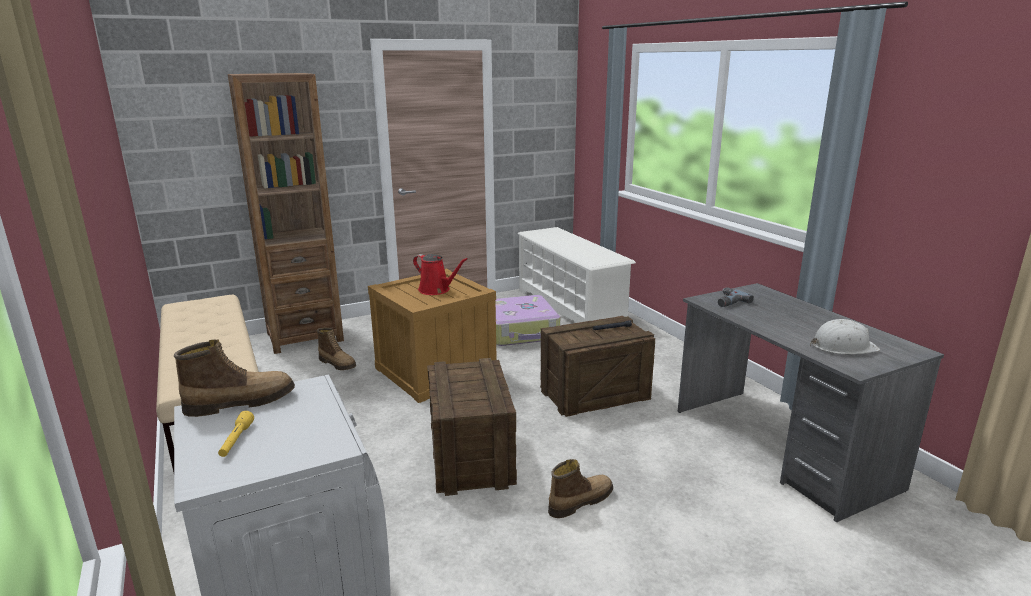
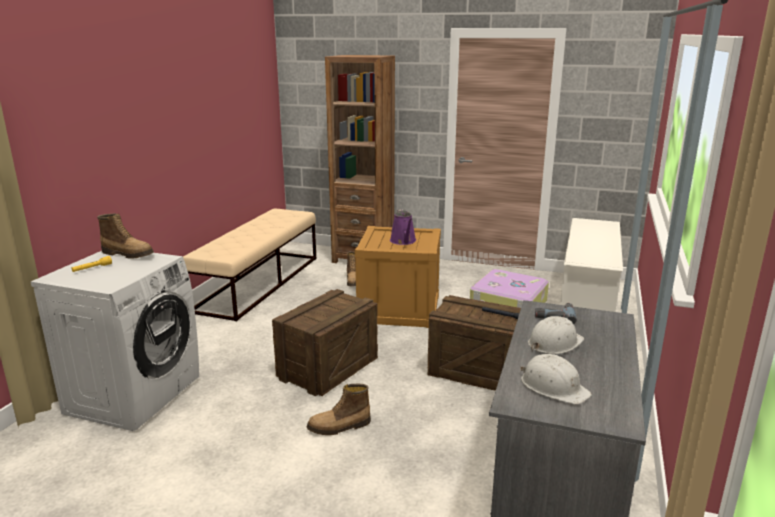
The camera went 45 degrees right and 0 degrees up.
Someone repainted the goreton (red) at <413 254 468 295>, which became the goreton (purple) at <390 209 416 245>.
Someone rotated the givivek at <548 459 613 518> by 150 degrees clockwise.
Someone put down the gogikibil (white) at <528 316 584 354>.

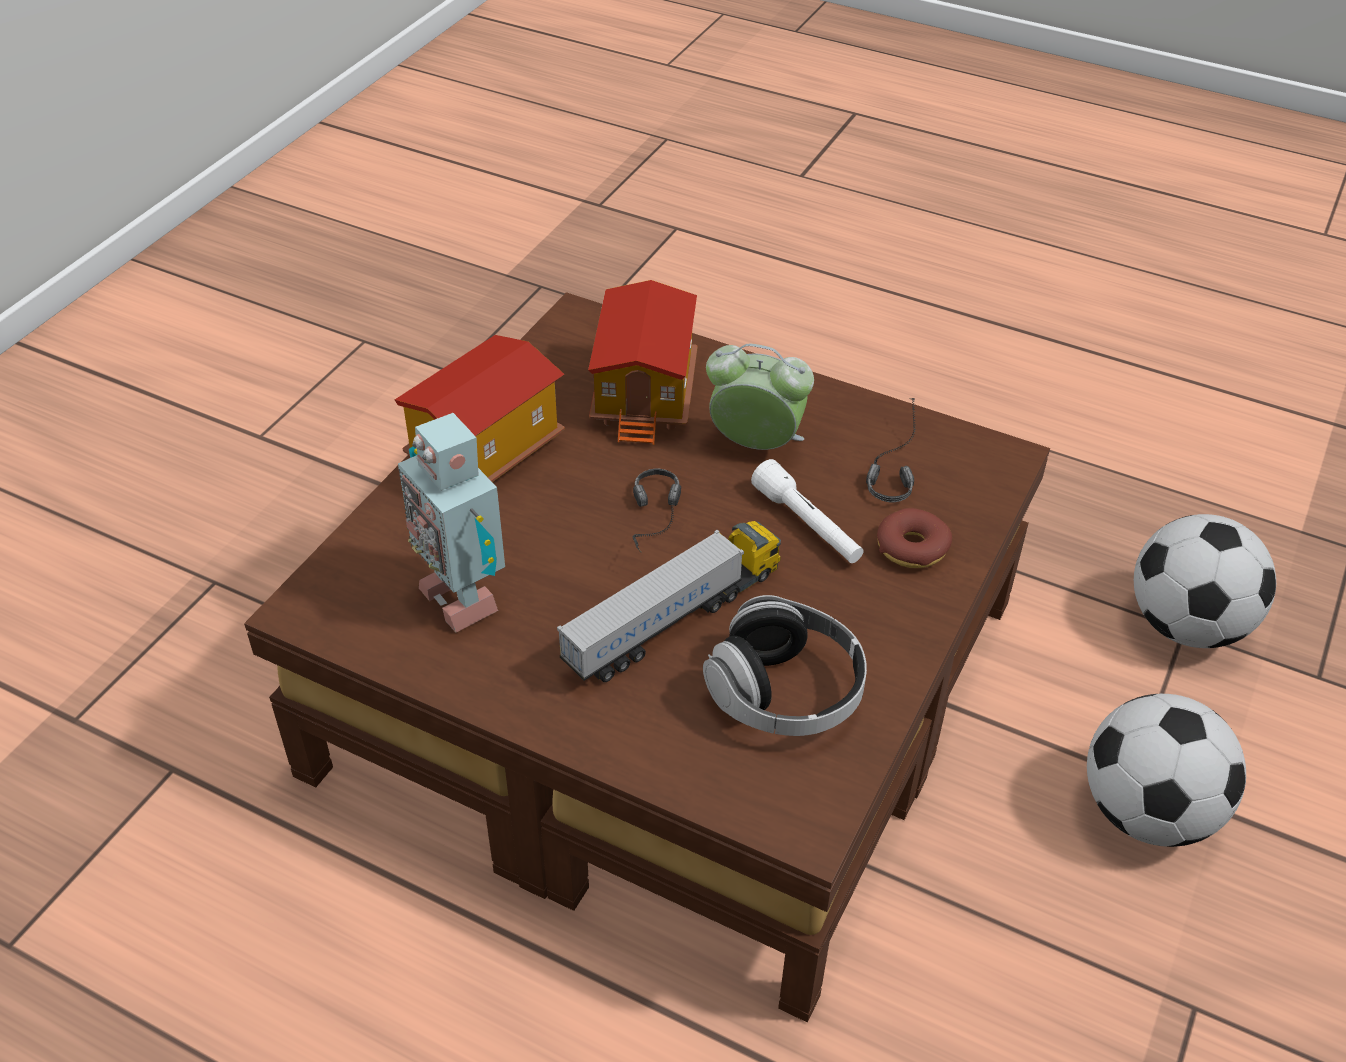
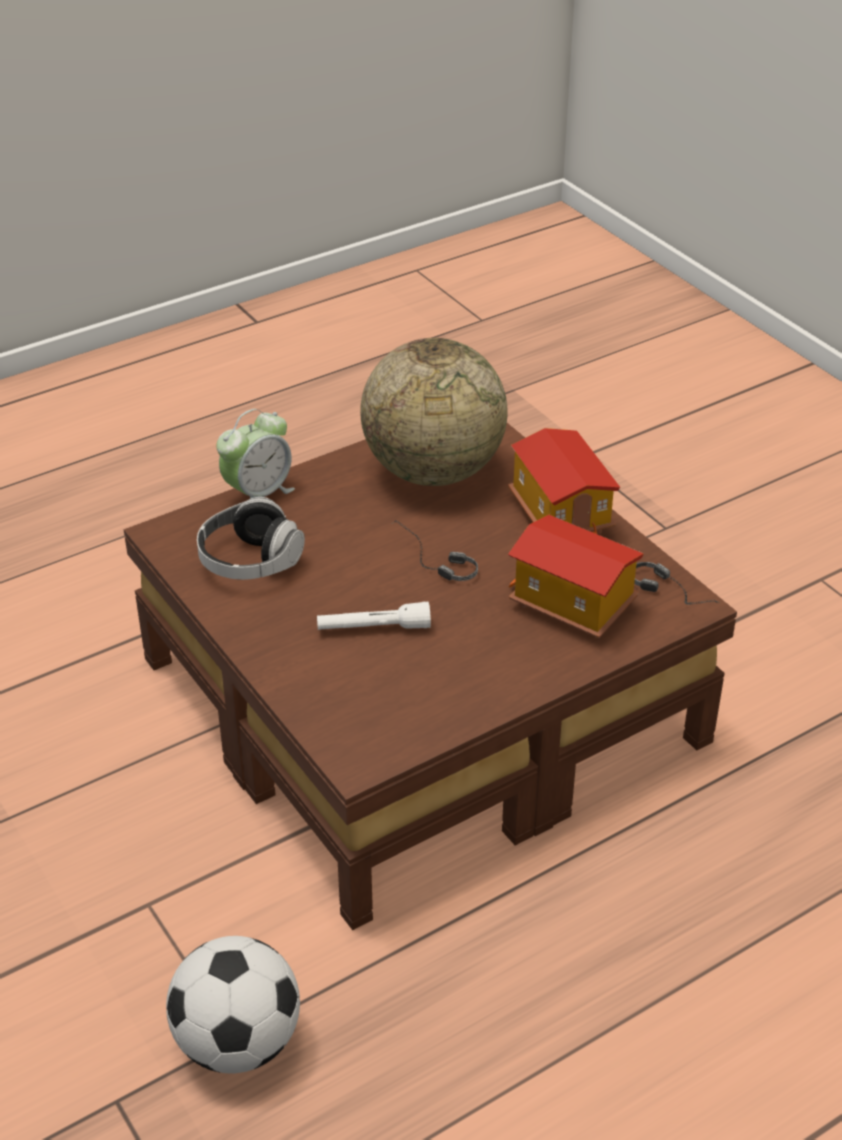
The camera went 120 degrees right and 5 degrees down.
Someone carried the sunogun from <706 344 814 450> to <216 409 295 499>.
Someone carried the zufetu from <866 398 916 502> to <634 562 719 605>.
Someone swapped the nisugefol at <398 413 505 633> for the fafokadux at <360 338 508 486>.
Someone took away the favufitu at <877 508 952 568>.
Someone took away the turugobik at <557 521 781 682>.
Someone took away the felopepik at <1087 694 1246 847>.

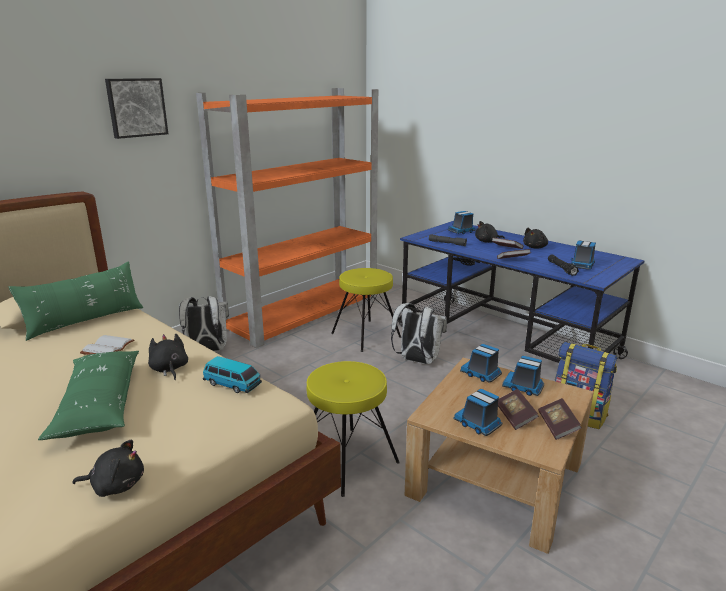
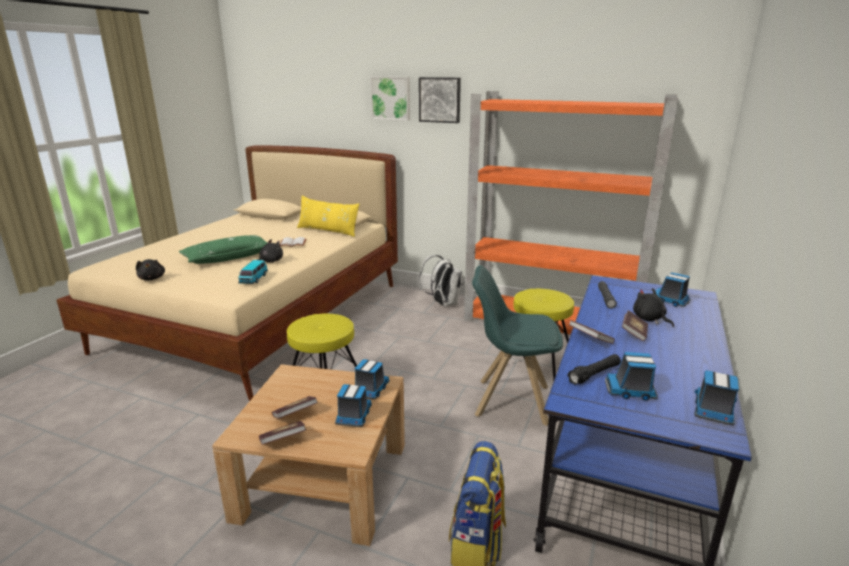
The camera went 70 degrees right and 0 degrees up.
Someone took away the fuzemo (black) at <523 228 548 249>.
Someone repainted the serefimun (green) at <9 261 143 341>, which became the serefimun (yellow) at <297 195 359 237>.
Someone swapped the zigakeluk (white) at <391 303 447 364> for the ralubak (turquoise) at <472 265 563 426>.
Someone carried the turugobik from <454 389 502 436> to <694 370 739 425>.
Someone put up the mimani at <370 76 410 121>.

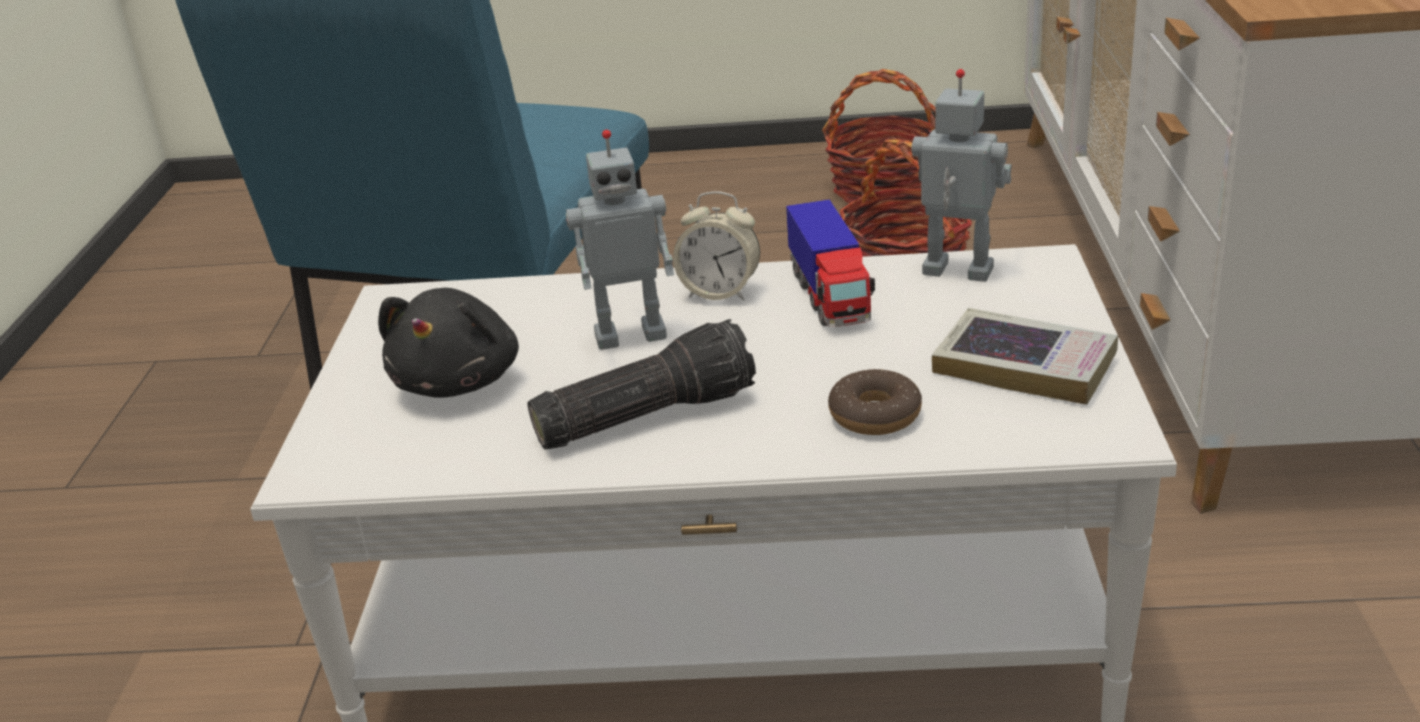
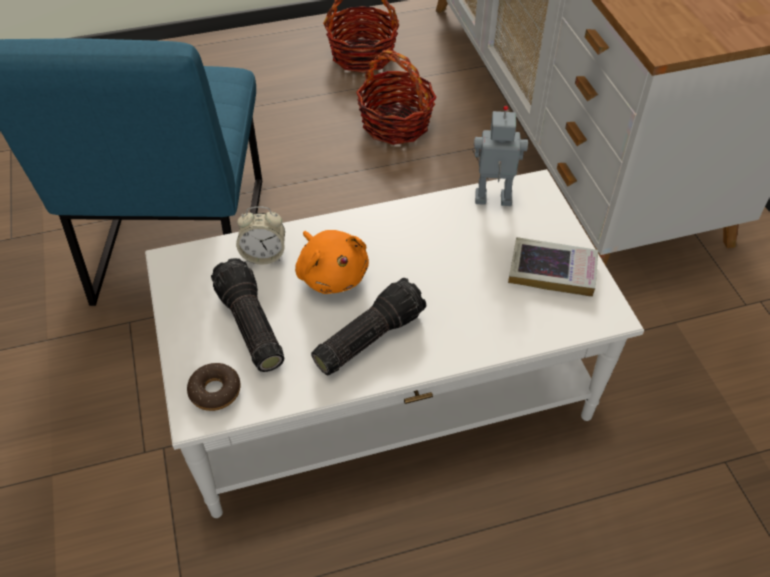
The camera went 20 degrees left and 20 degrees up.
Someone swapped the nisugefol at <566 129 674 350> for the fuzemo (orange) at <295 230 369 294>.
Someone carried the sunogun from <673 191 760 301> to <236 206 285 265>.
Someone took away the turugobik at <786 199 875 327>.
Someone swapped the fuzemo (black) at <378 288 519 398> for the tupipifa at <211 258 284 372>.
Someone carried the favufitu from <828 369 922 435> to <187 363 240 411>.

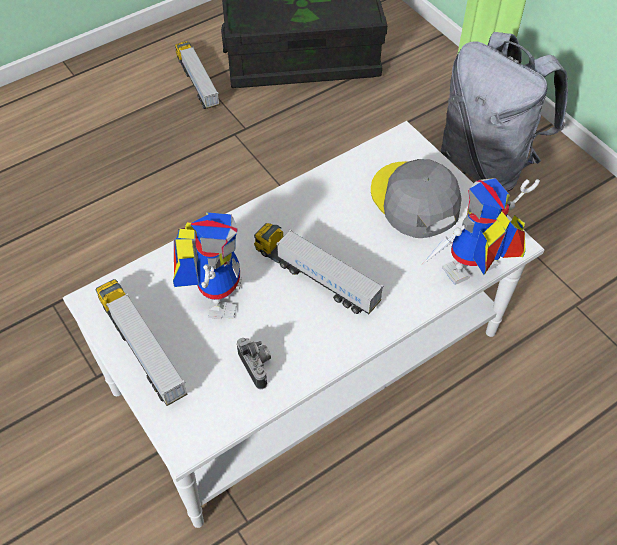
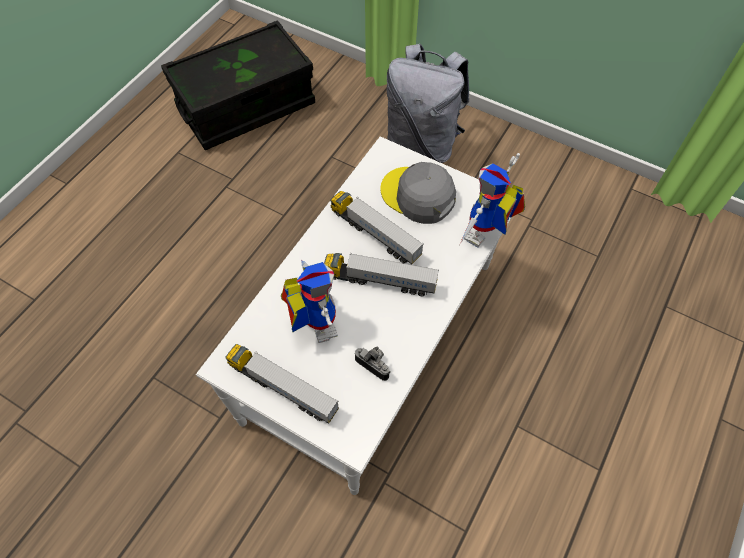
The camera went 25 degrees left and 5 degrees up.
Someone carried the turugobik from <175 41 220 109> to <330 191 424 264>.

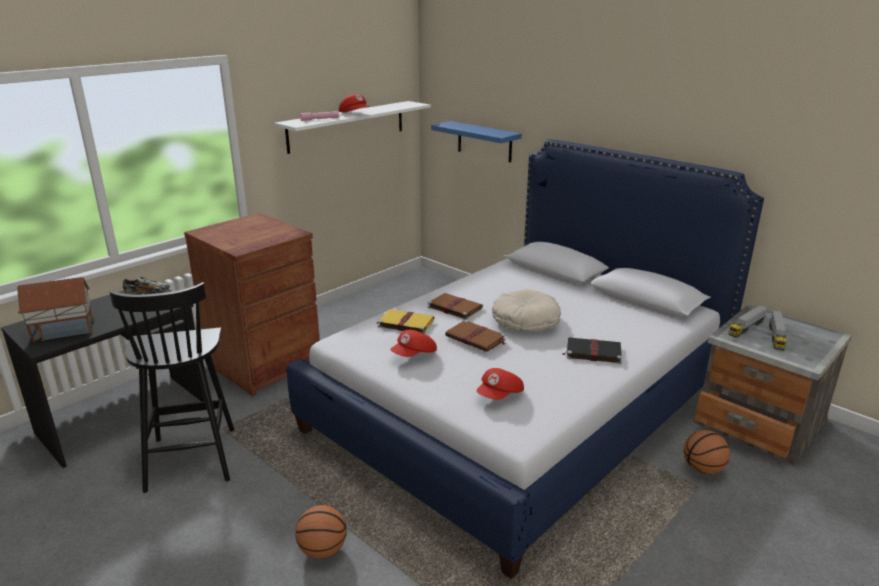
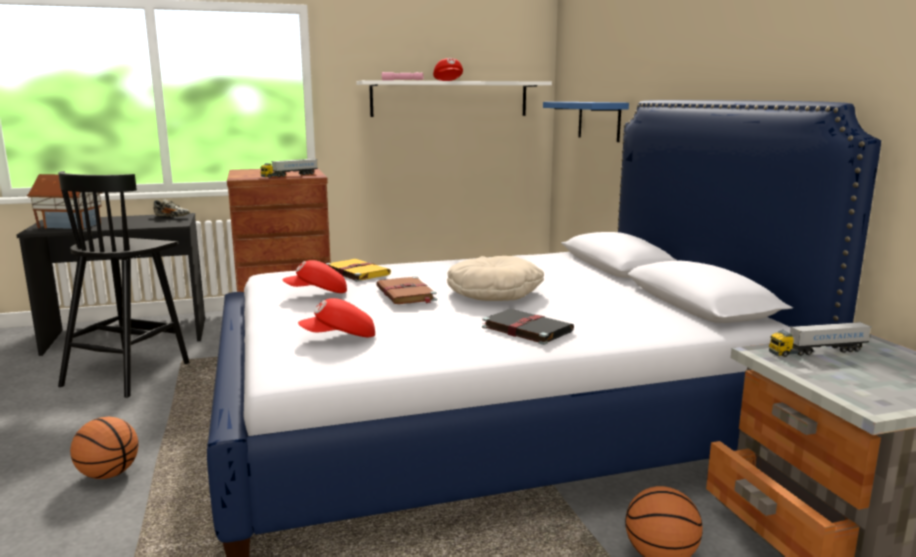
The camera went 30 degrees right and 10 degrees down.
Someone took away the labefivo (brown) at <428 293 483 320>.
Someone carried the turugobik from <769 310 787 351> to <260 159 318 178>.

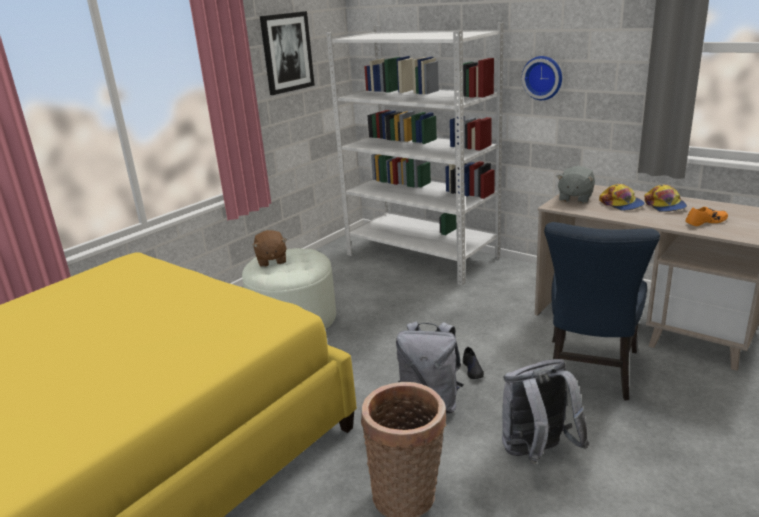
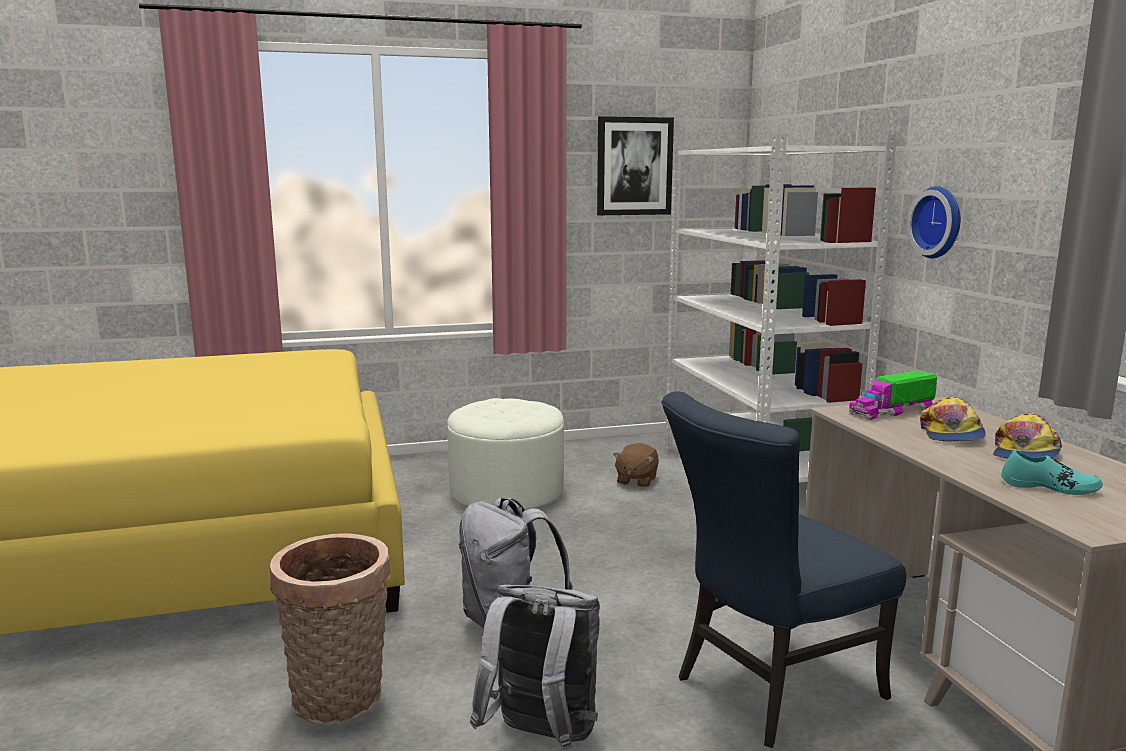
The camera went 35 degrees right and 10 degrees down.
Someone swapped the fuzemo (grey) at <556 166 595 203> for the turugobik at <849 370 937 420>.
Someone repainted the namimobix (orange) at <685 207 728 226>, which became the namimobix (turquoise) at <1001 450 1103 495>.
Someone carried the fuzemo (brown) from <252 230 287 267> to <613 443 659 488>.
Someone took away the namimobix (black) at <463 347 484 379>.

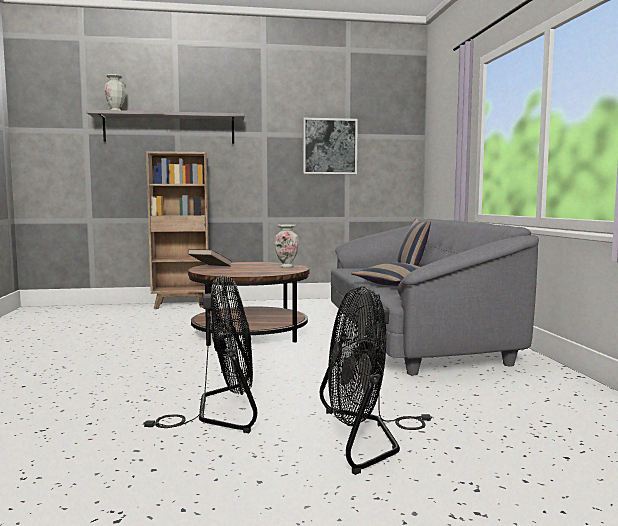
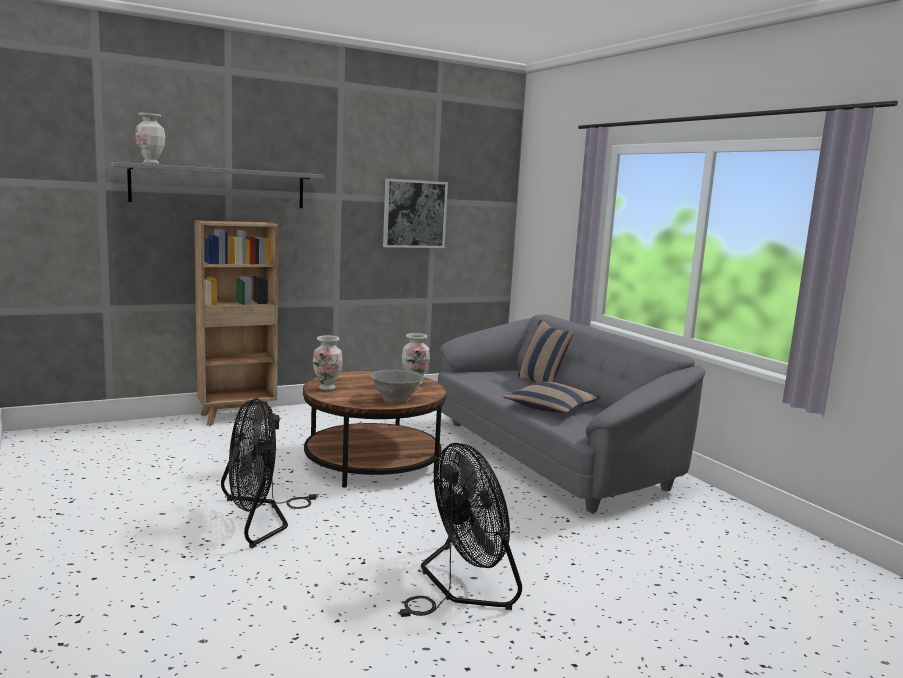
The camera went 20 degrees left and 5 degrees up.
Someone swapped the labefivo (brown) at <188 249 232 266> for the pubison at <313 336 343 390>.
Someone carried the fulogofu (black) from <320 286 433 475> to <221 398 318 549>.
Someone put down the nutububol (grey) at <370 370 424 403>.

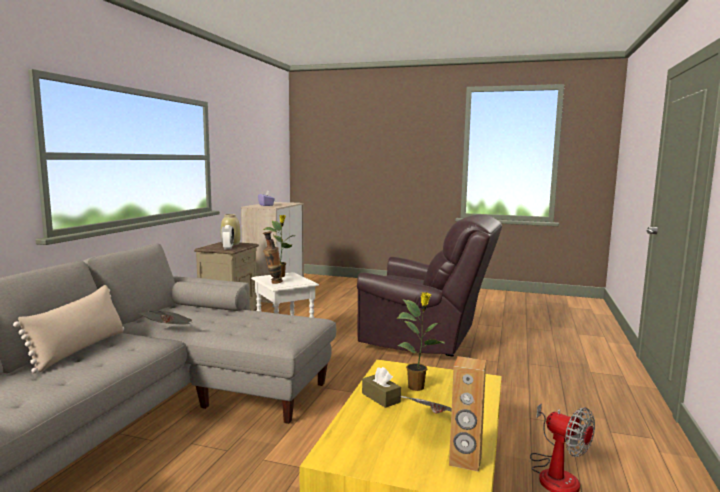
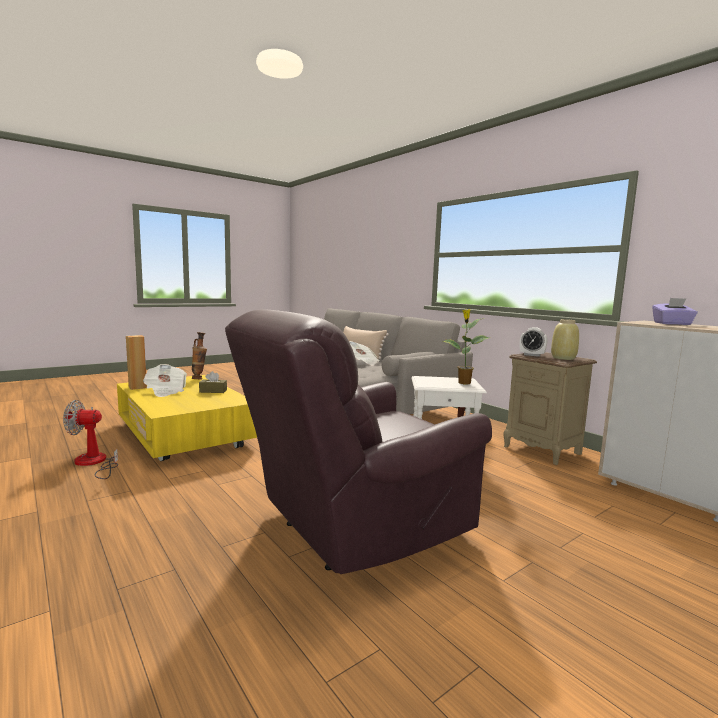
The camera went 125 degrees right and 0 degrees up.
Someone carried the pubison from <262 231 283 284> to <192 332 207 379>.
Someone took away the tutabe at <396 292 445 391>.

